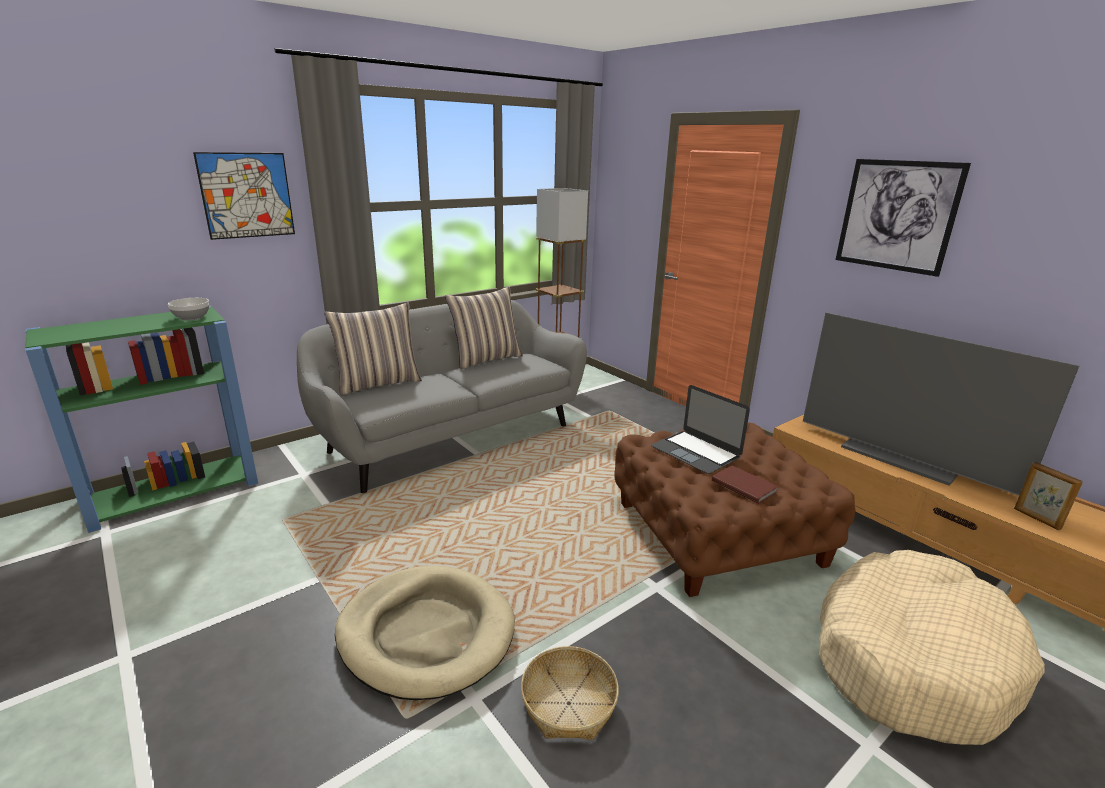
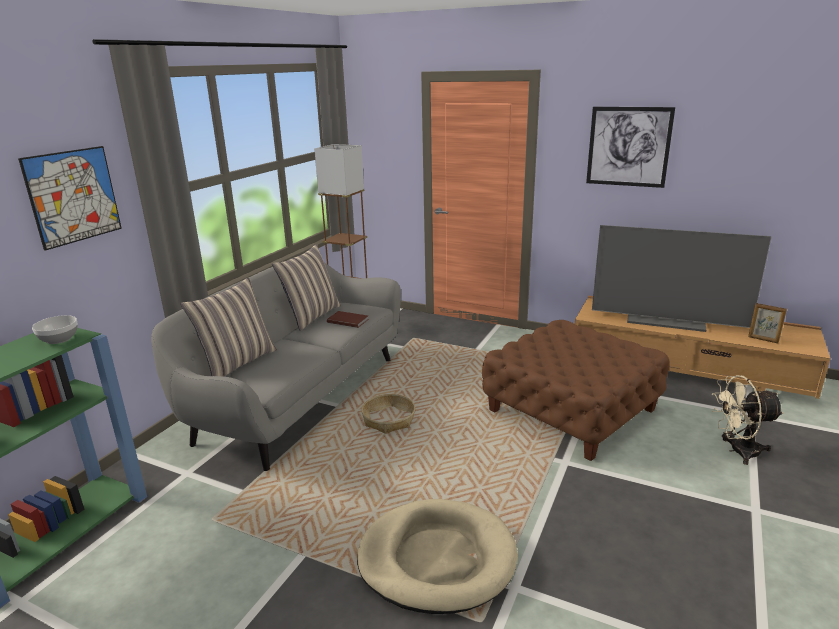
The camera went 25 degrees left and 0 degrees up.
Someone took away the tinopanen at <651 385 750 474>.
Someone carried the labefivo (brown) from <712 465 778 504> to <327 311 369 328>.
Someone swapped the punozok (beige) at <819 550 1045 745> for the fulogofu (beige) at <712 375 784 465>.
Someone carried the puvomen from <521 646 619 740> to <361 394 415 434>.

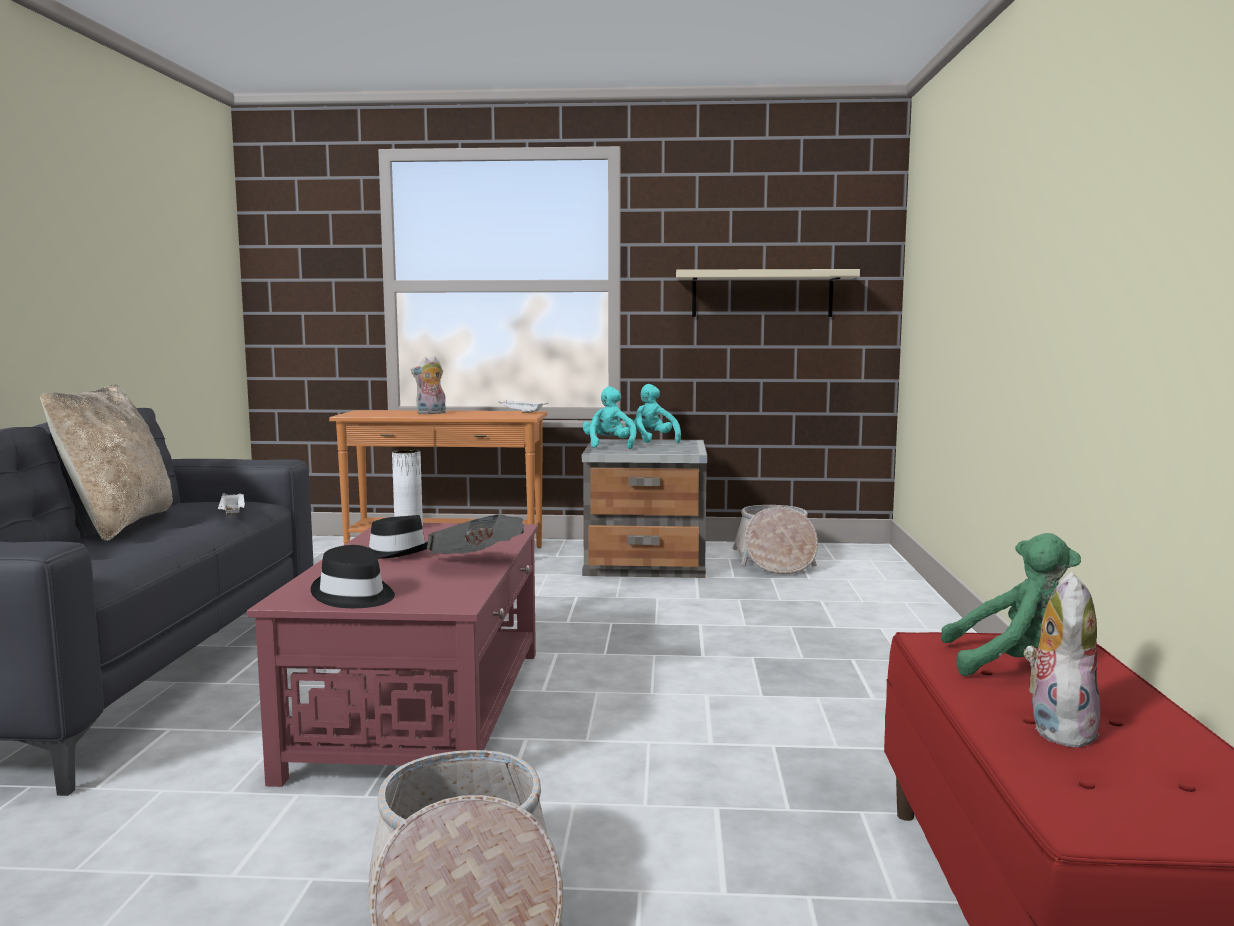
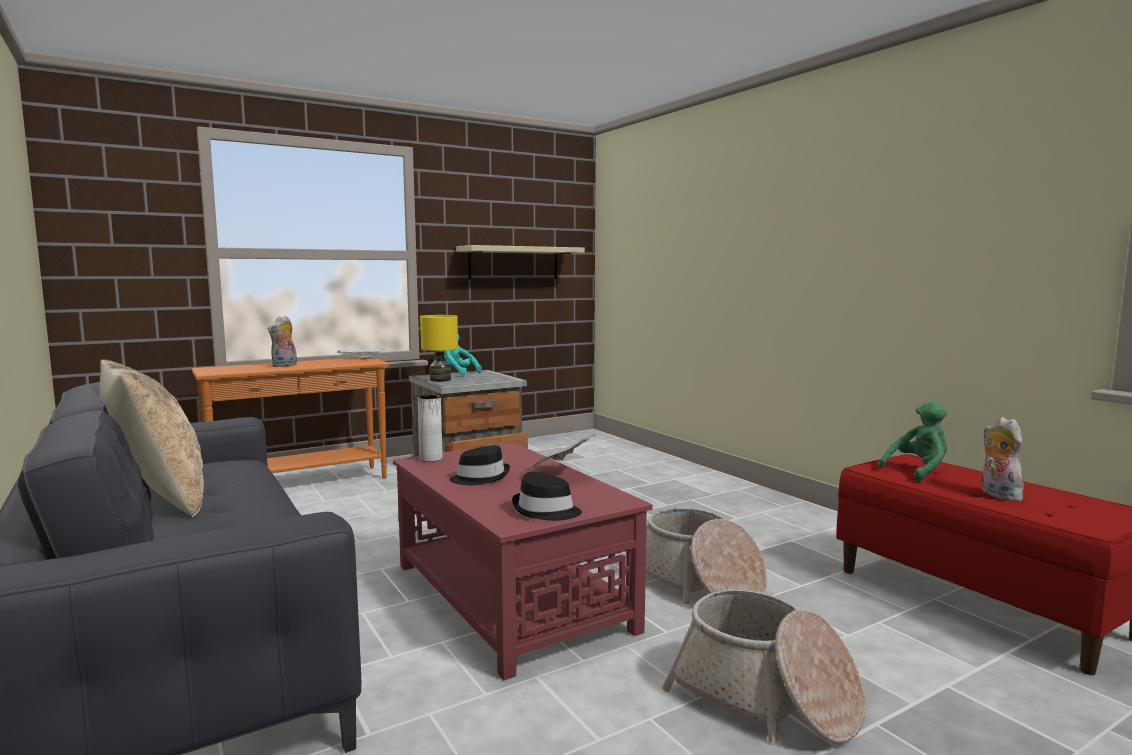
The camera went 35 degrees left and 0 degrees up.
Someone swapped the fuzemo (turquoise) at <582 386 636 449> for the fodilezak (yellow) at <420 315 458 382>.
Someone took away the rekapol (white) at <218 493 245 515>.
Someone carried the puvomen from <733 505 818 574> to <646 508 767 604>.

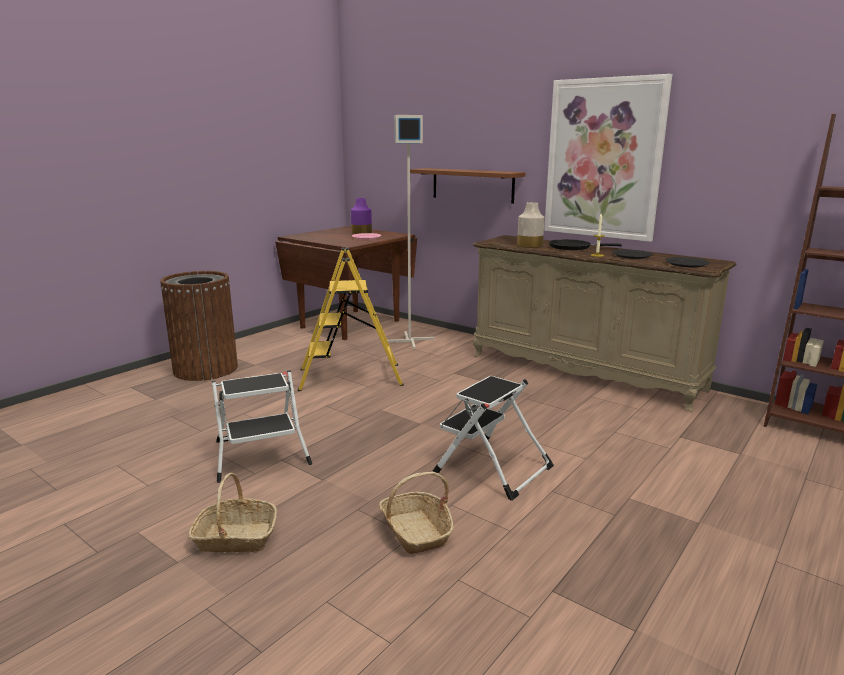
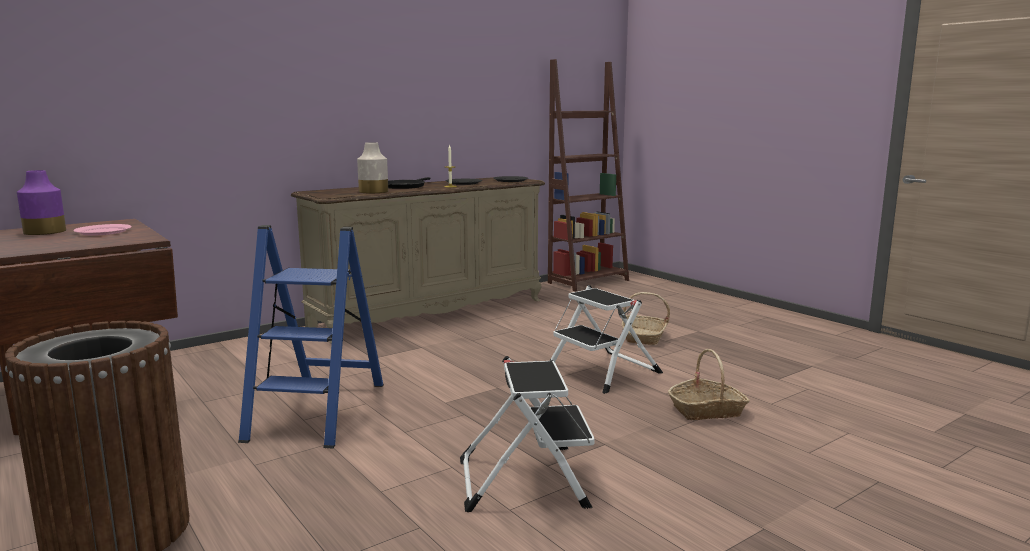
The camera went 75 degrees left and 5 degrees down.
Someone took away the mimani at <544 74 672 242>.
Someone took away the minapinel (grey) at <387 115 434 349>.
Someone took away the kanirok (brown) at <410 168 526 204>.
Someone repainted the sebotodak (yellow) at <298 247 404 391>, which became the sebotodak (blue) at <238 225 384 449>.
Someone carried the puvomen from <188 473 277 553> to <622 292 670 345>.

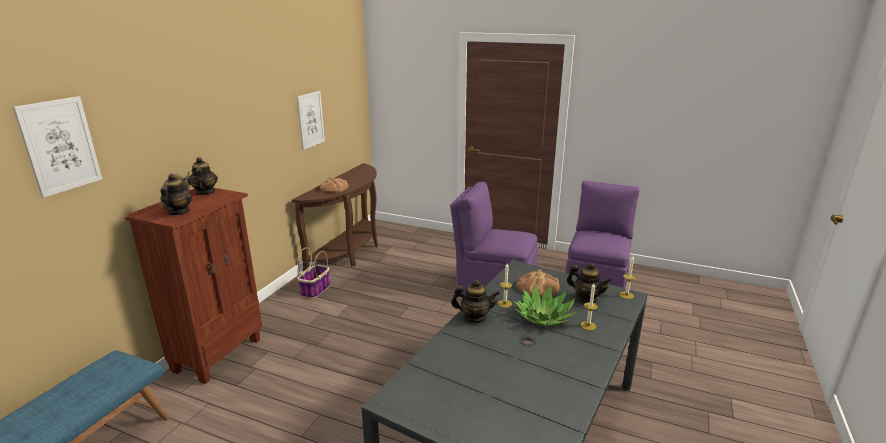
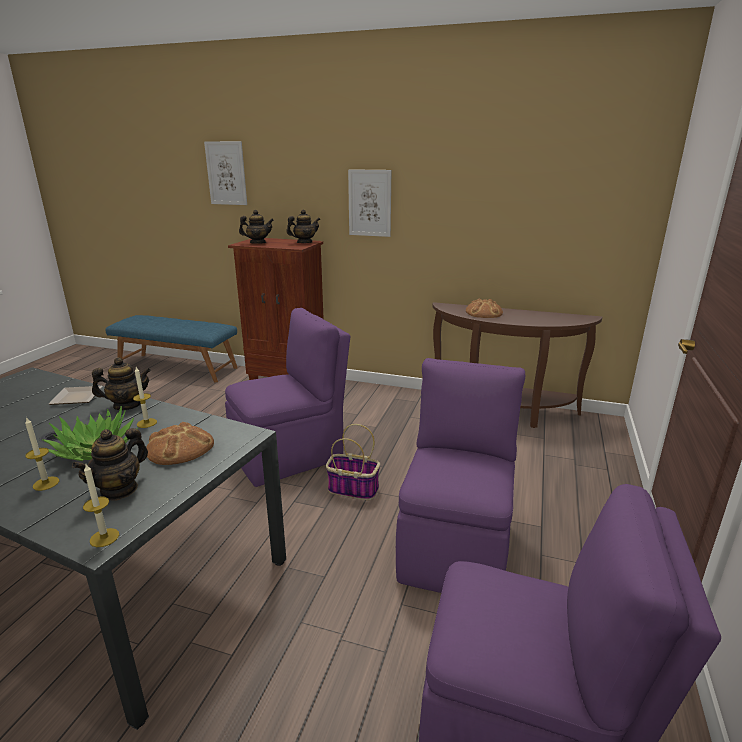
The camera went 85 degrees right and 0 degrees up.
Someone carried the mimani from <297 91 325 150> to <348 169 391 237>.
Someone carried the puvomen from <297 248 330 299> to <326 424 380 500>.
Someone rotated the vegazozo at <451 280 500 323> by 105 degrees counterclockwise.
Someone put down the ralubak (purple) at <225 308 350 487>.
Someone put down the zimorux at <49 386 102 405>.

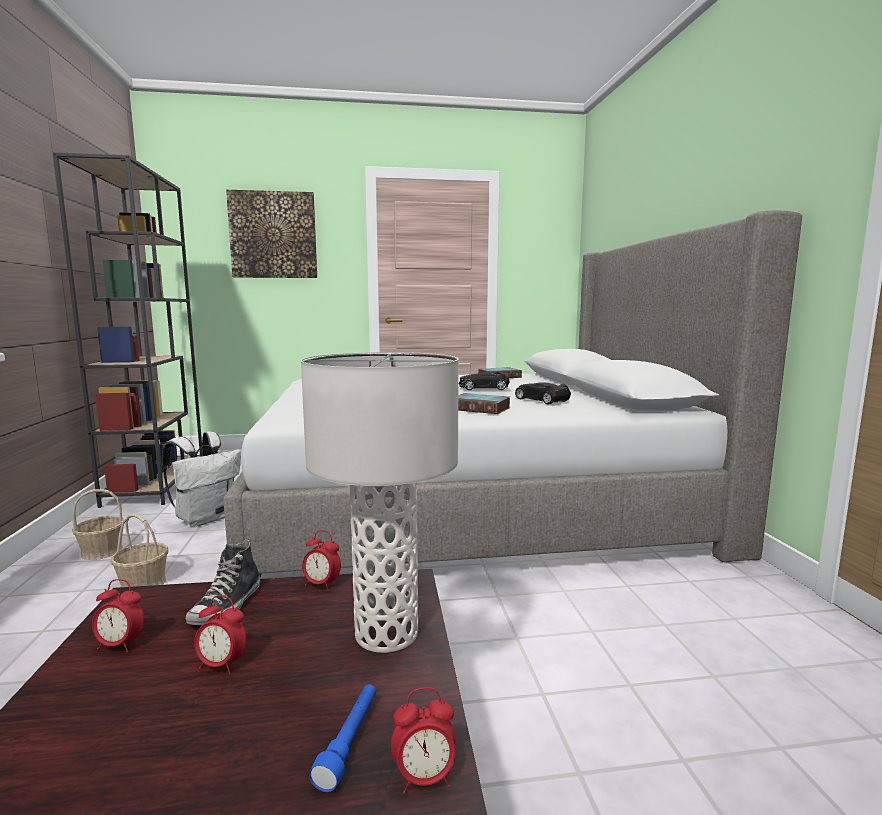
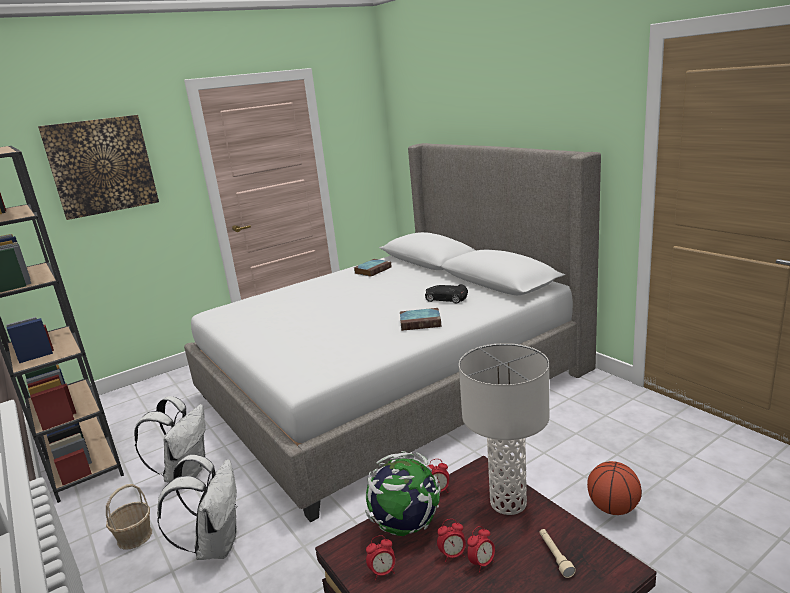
The camera went 25 degrees left and 10 degrees up.
Someone took away the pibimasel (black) at <459 371 510 390>.
Someone swapped the puvomen at <111 514 168 587> for the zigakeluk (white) at <157 455 237 560>.
Someone swapped the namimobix at <185 539 260 625> for the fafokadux at <365 451 441 536>.
Someone repainted the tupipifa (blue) at <309 684 376 792>, which became the tupipifa (beige) at <539 529 576 578>.
Someone carried the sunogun from <391 687 456 794> to <467 526 495 572>.
Someone put down the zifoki at <587 461 642 515>.

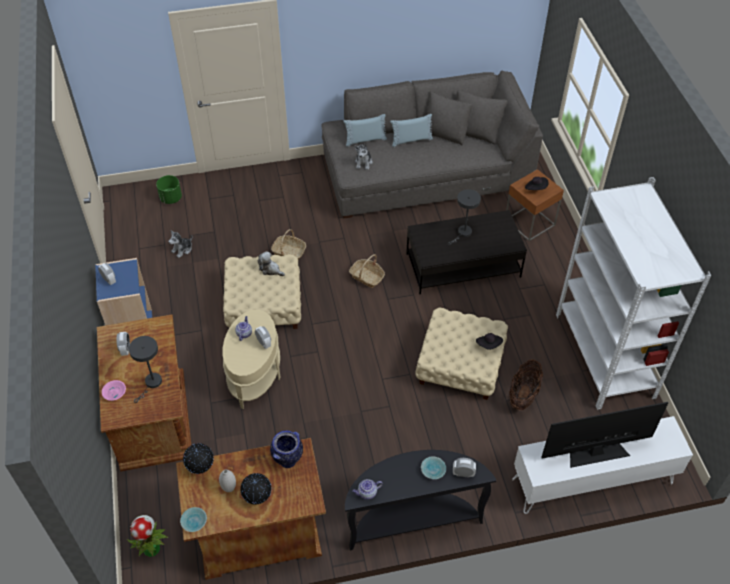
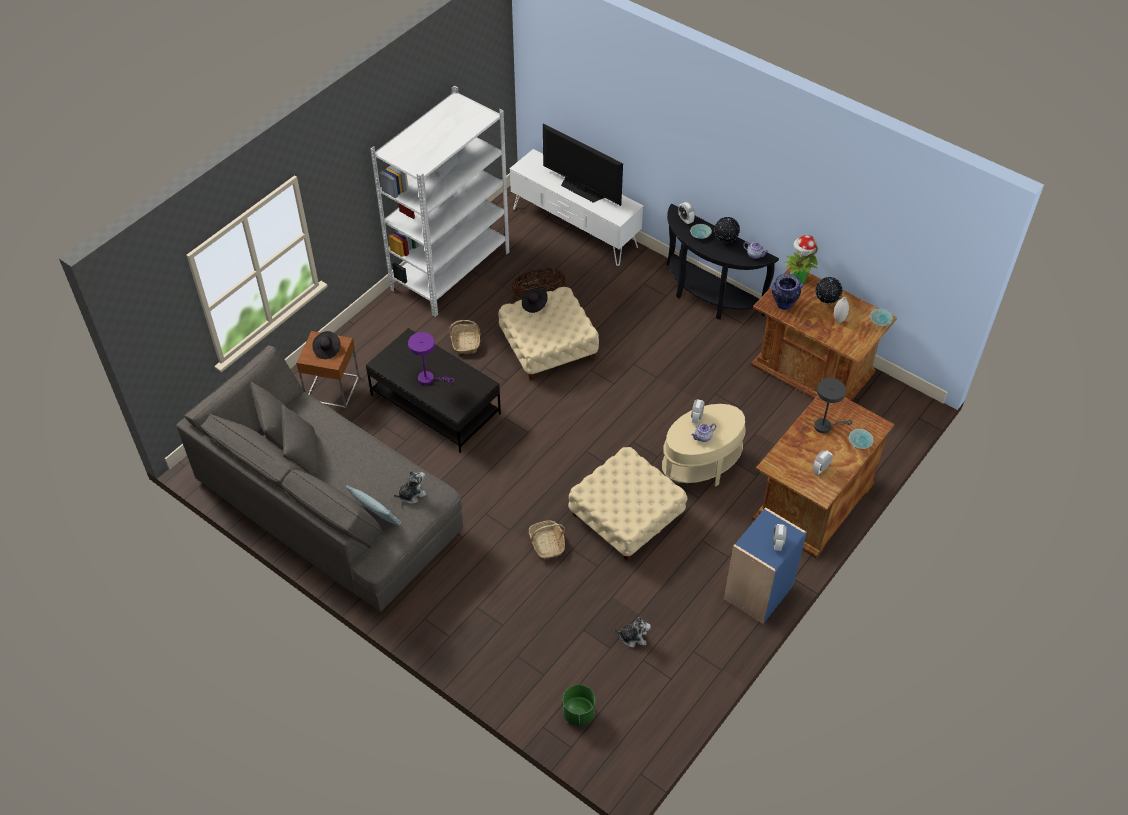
The camera went 130 degrees left and 0 degrees up.
Someone took away the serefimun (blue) at <390 114 433 147>.
Someone repainted the fodilezak (grey) at <448 189 481 245>, which became the fodilezak (purple) at <408 332 454 385>.
Someone took away the fuzemo at <258 251 285 276>.
Someone carried the puvomen from <349 254 385 288> to <449 320 480 354>.
Someone repainted the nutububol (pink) at <102 380 126 401>, which became the nutububol (turquoise) at <849 429 873 449>.
Someone carried the fafokadux from <183 443 214 474> to <714 217 740 243>.
Someone carried the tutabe from <127 515 168 557> to <783 235 818 283>.

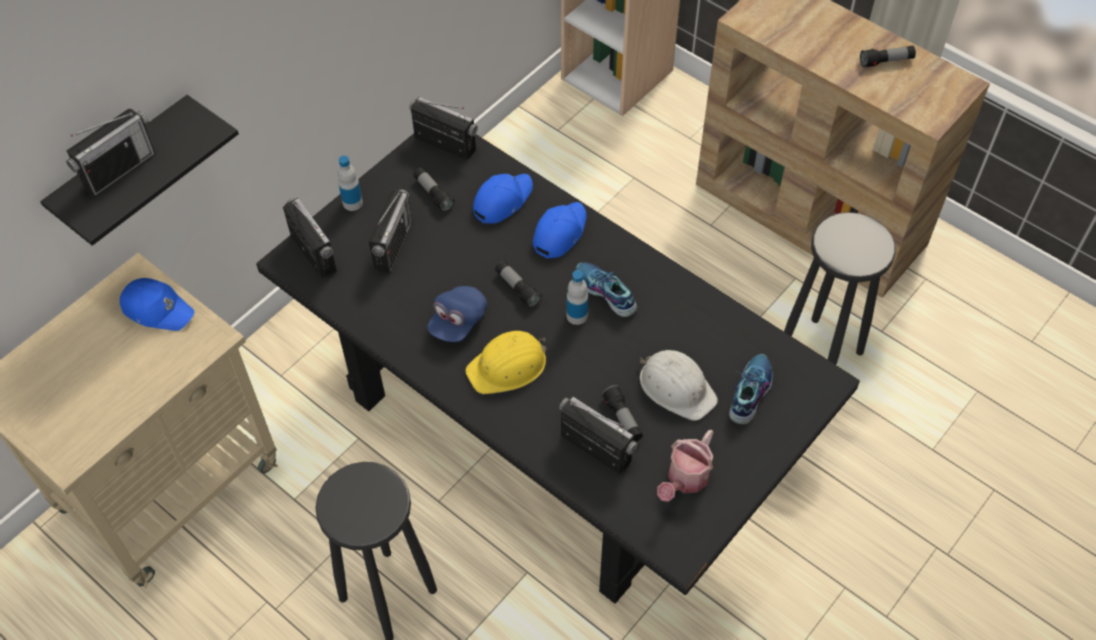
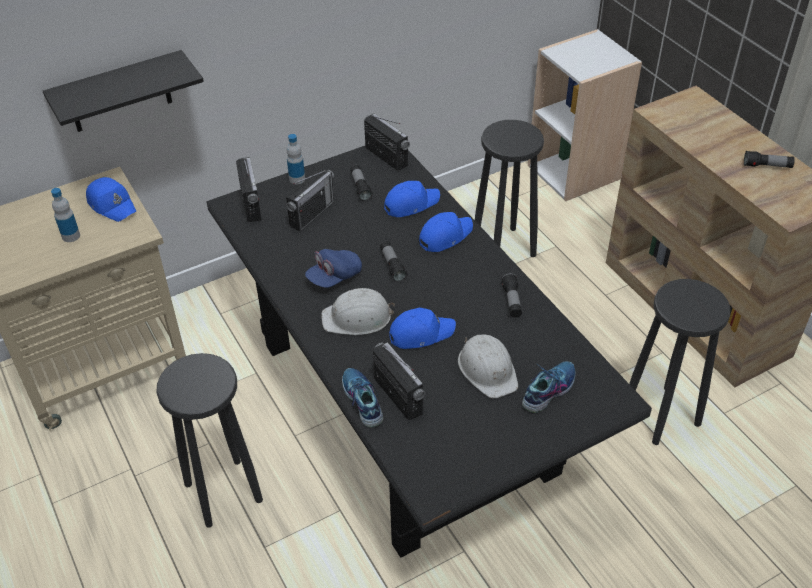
The camera went 20 degrees right and 10 degrees down.
Someone took away the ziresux at <66 109 156 197>.
Someone carried the namimobix from <575 263 637 317> to <342 368 383 427>.
Someone carried the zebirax from <567 270 588 325> to <51 188 80 242>.
Someone repainted the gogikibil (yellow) at <466 331 547 394>, which became the gogikibil (white) at <321 288 395 335>.
Someone carried the tupipifa from <602 385 643 442> to <501 273 522 318>.
Someone took away the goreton at <657 430 713 502>.
Someone put down the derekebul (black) at <475 120 544 257>.
Someone put down the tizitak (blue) at <389 308 456 349>.

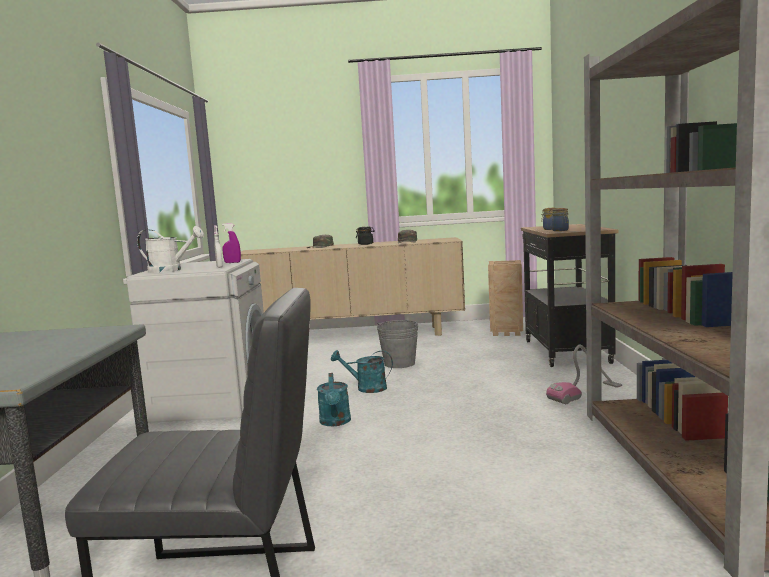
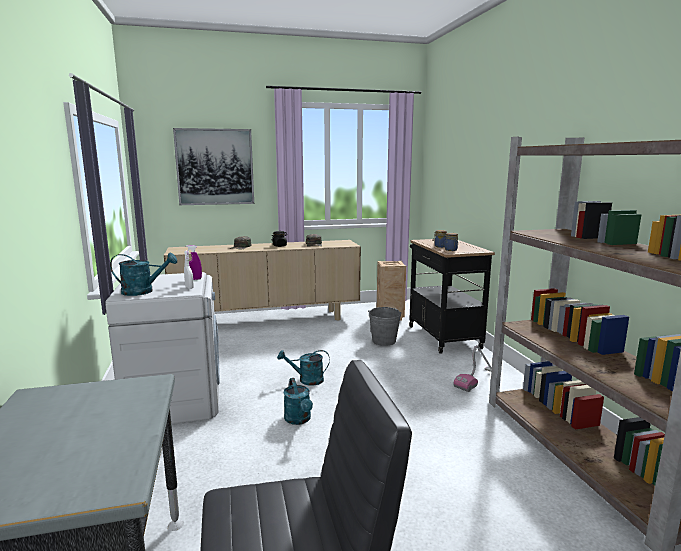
The camera went 15 degrees left and 5 degrees up.
Someone repainted the goreton (white) at <137 226 204 273>, which became the goreton (turquoise) at <110 253 177 296>.
Someone carried the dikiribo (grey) from <377 320 419 368> to <368 307 402 346>.
Someone put up the mimani at <173 128 254 205>.

